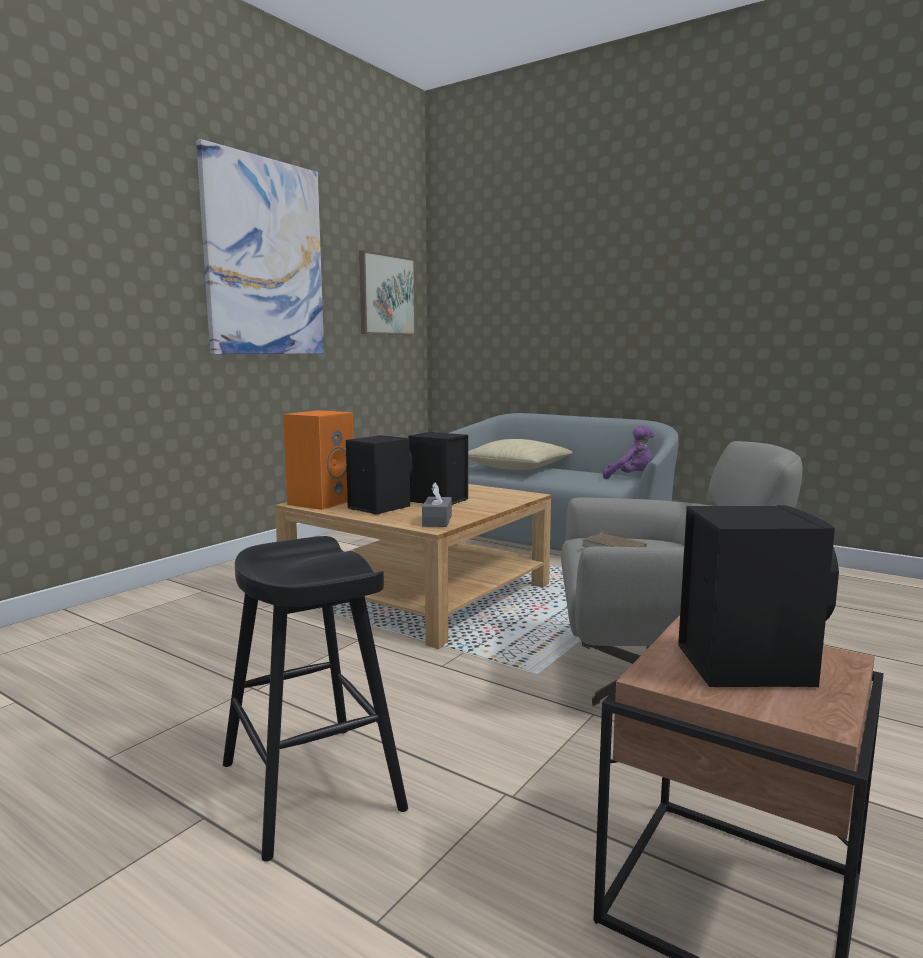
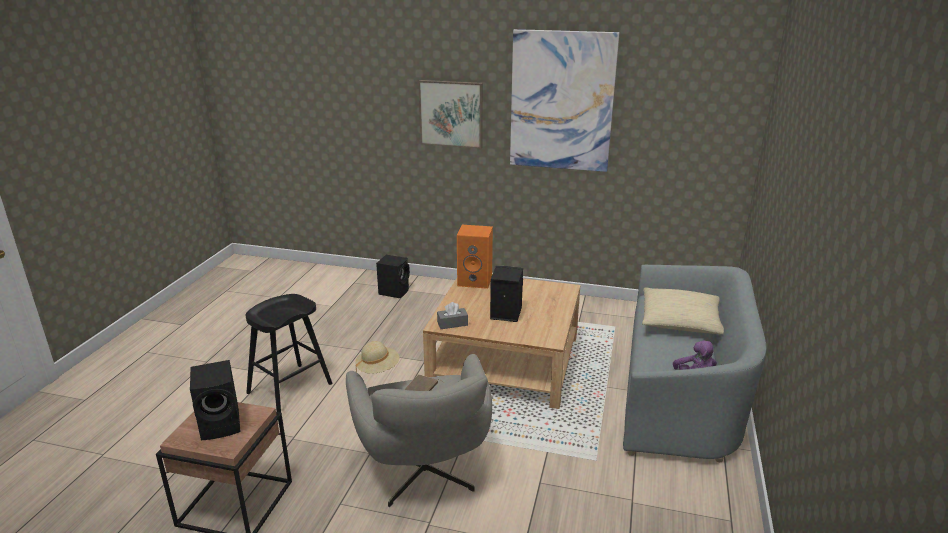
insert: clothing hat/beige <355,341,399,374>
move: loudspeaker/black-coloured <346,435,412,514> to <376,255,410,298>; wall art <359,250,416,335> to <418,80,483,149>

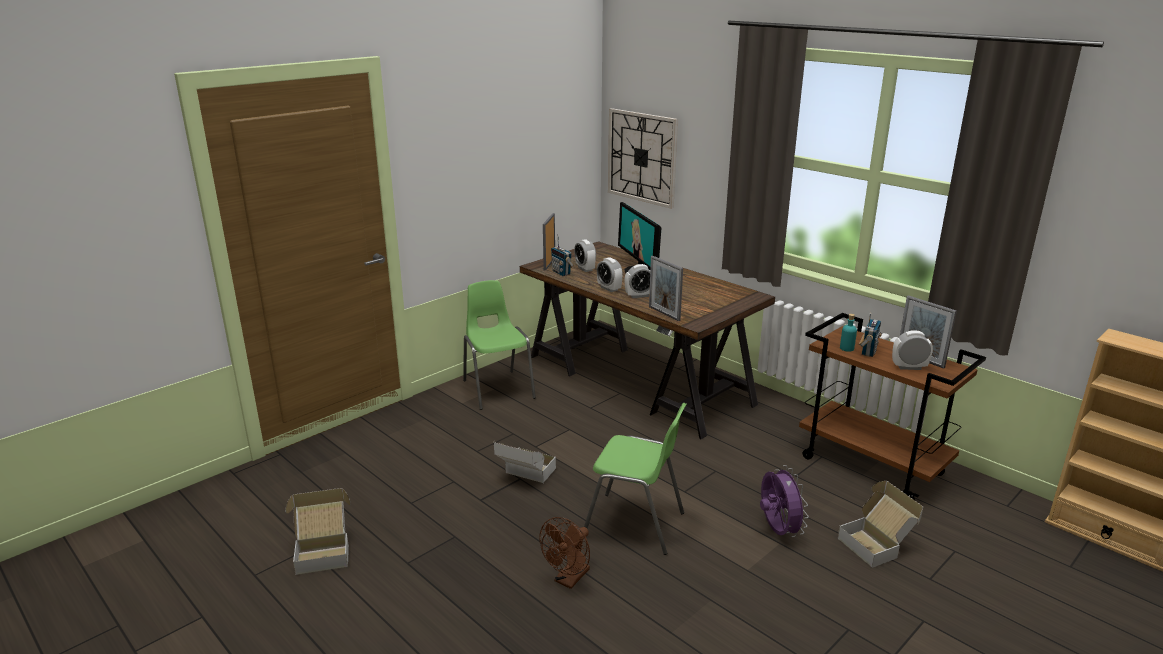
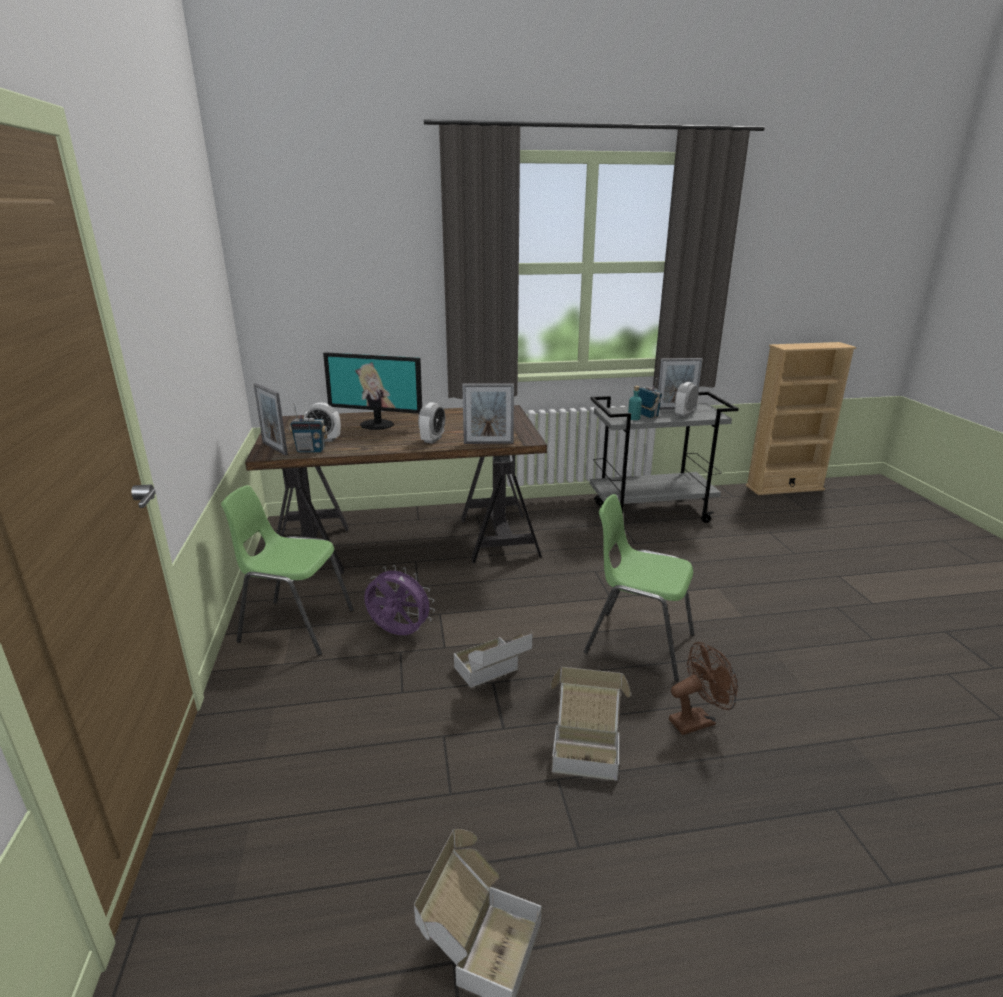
delete: alarm clock <597,257,623,292>; hanging clock <608,108,678,209>
move: fan/purplish <760,465,809,537> to <364,565,435,635>; carton <838,481,923,568> to <550,667,631,781>
recolor: trolley/brown <799,313,986,500> to trolley/gray <590,392,739,523>
rotate: upright chair/green-coloured <584,403,687,555> = <584,494,694,681> 120 degrees counterclockwise; fan/brown <539,517,590,589> = <669,642,738,735> 90 degrees counterclockwise

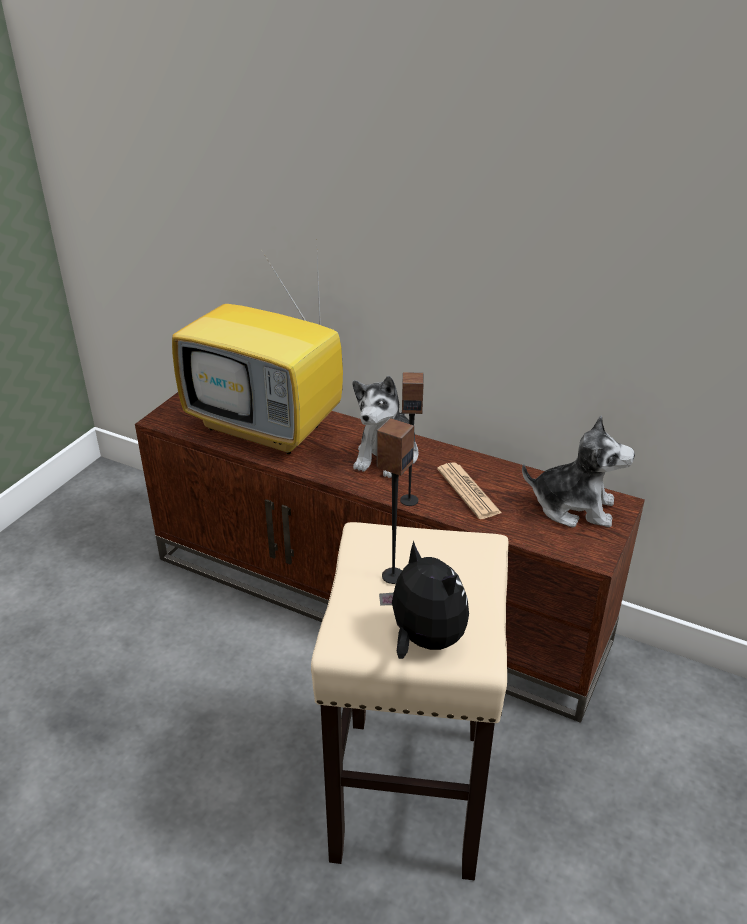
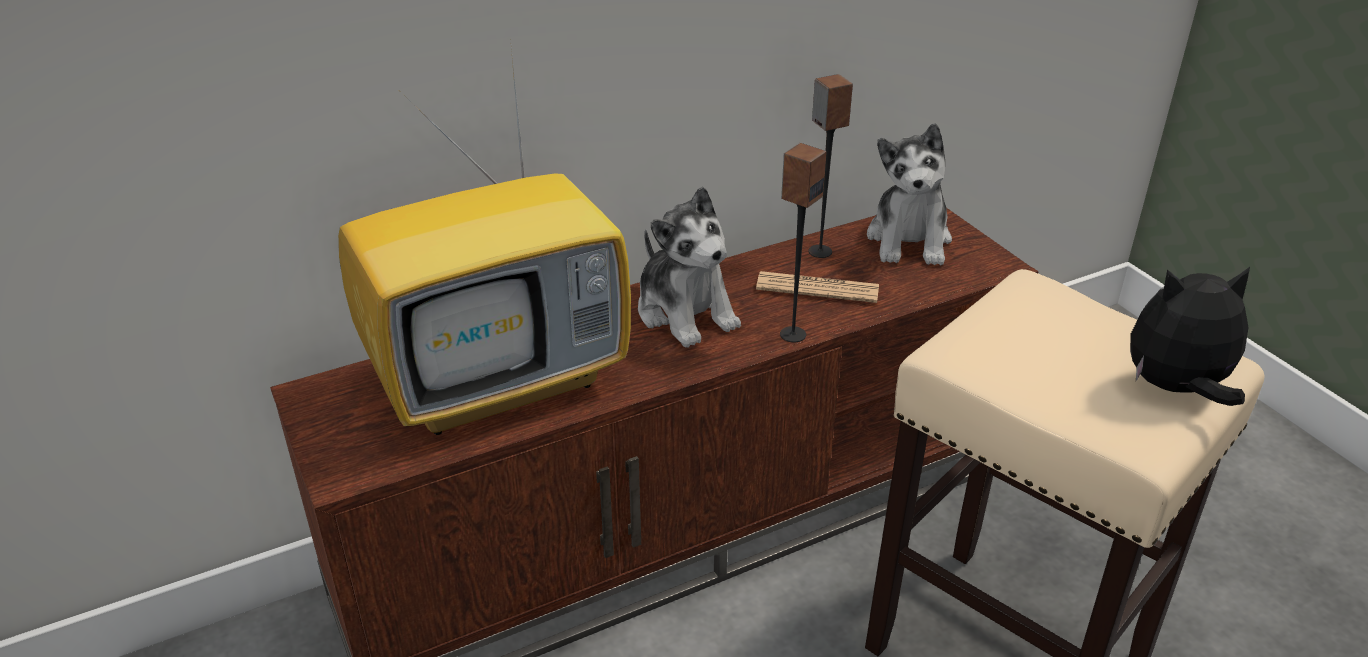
move: loudspeaker <377,418,414,584> to <808,74,853,258>
rotate: cuddly toy <522,416,635,527> = <867,123,952,265> 135 degrees clockwise

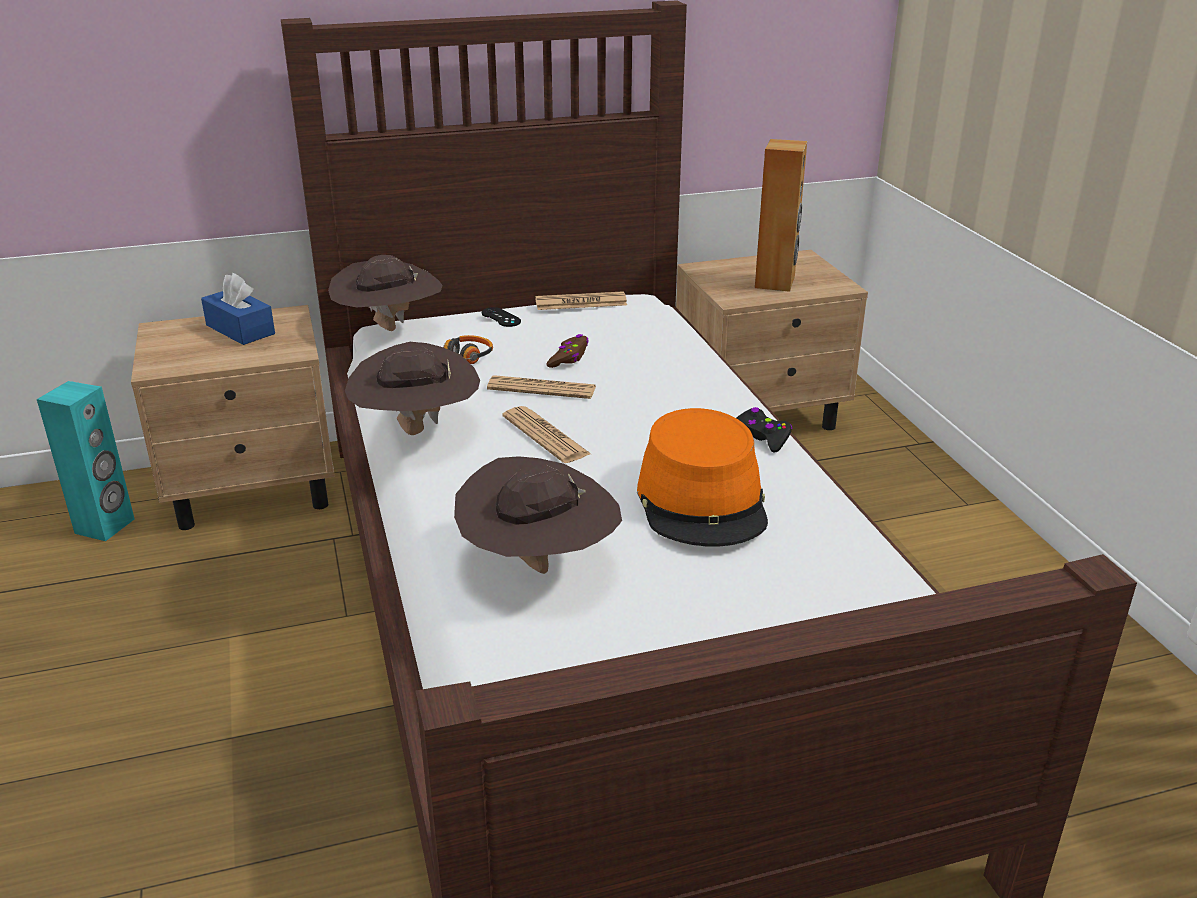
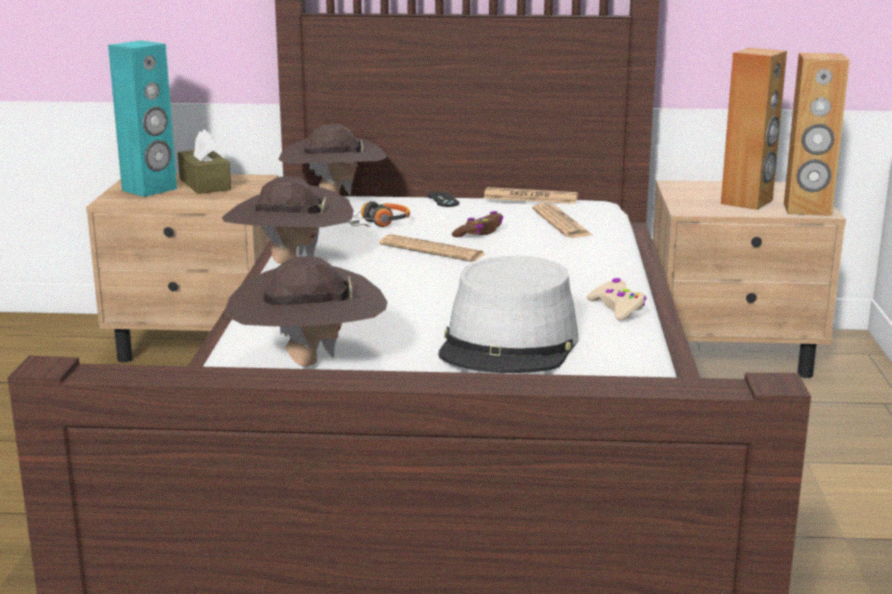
insert: loudspeaker/brown <784,53,850,216>
move: loudspeaker/blue-green <37,381,134,541> to <108,40,177,197>; daily paper <502,406,591,463> to <532,203,592,238>
recolor: tissue box/blue <201,273,275,345> to tissue box/brown <178,129,231,194>; clothing hat/orange <637,408,768,547> to clothing hat/gray <438,256,578,373>; game controller/black-coloured <737,407,793,453> to game controller/beige <587,278,646,321>

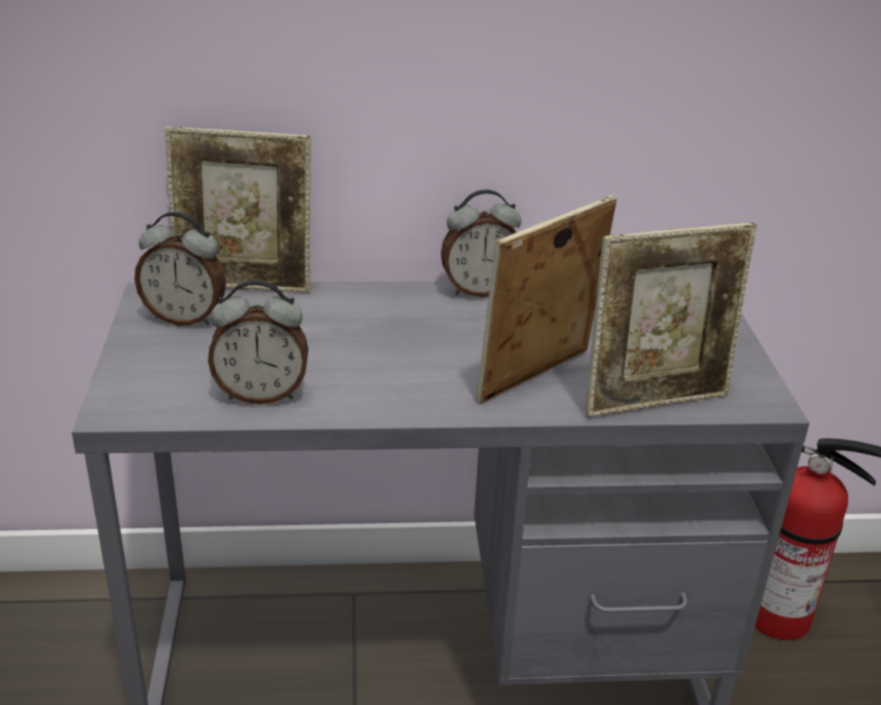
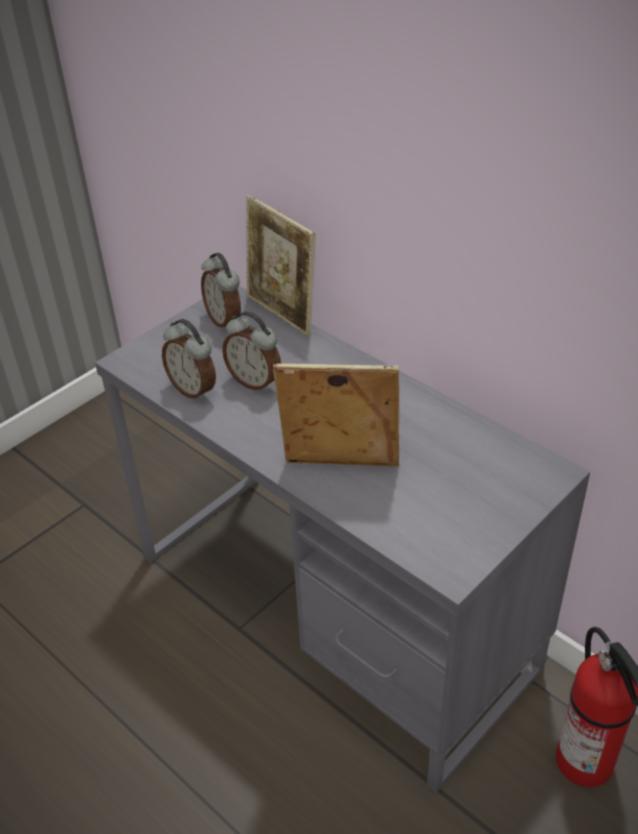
delete: photo frame <585,223,757,417>
move: alarm clock <441,189,521,297> to <222,311,281,392>

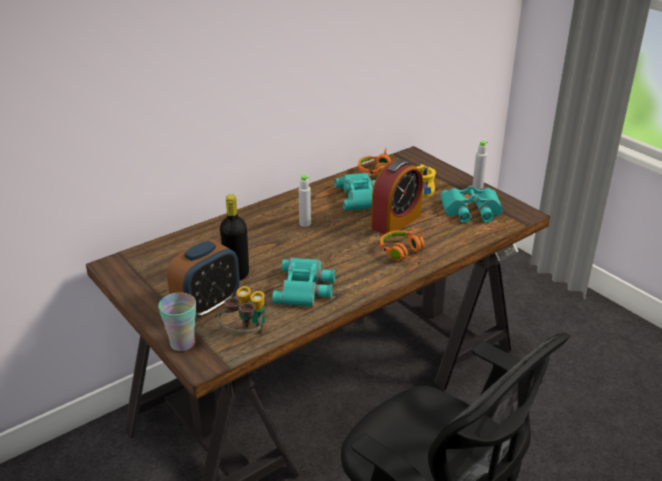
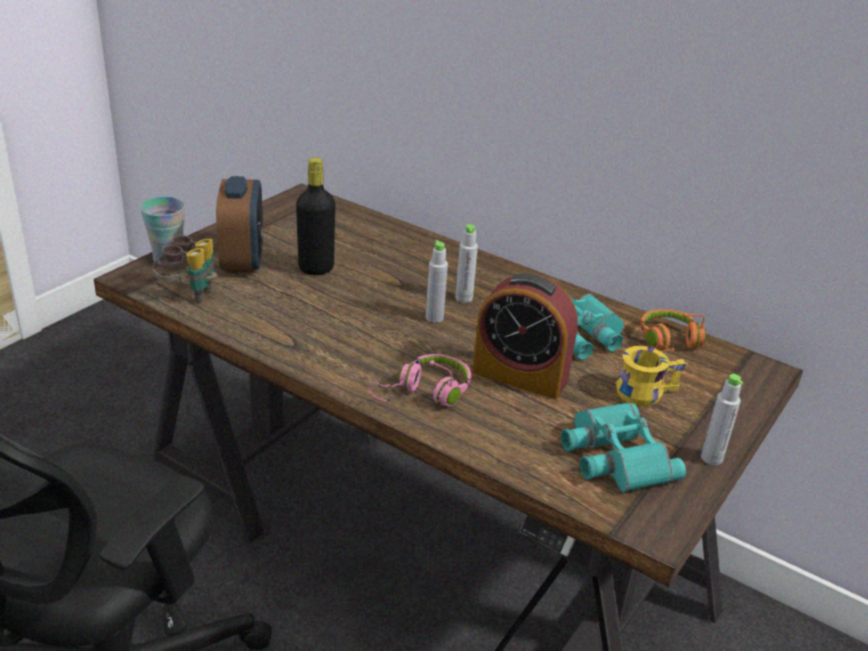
delete: field glasses/blue-green <272,258,335,307>
insert: beverage bottle/gray <426,240,448,323>
recolor: pair of headphones/orange <380,229,425,270> to pair of headphones/pink-coloured <369,354,471,407>
rotate: alarm clock <167,239,240,319> = <216,176,263,273> 120 degrees counterclockwise

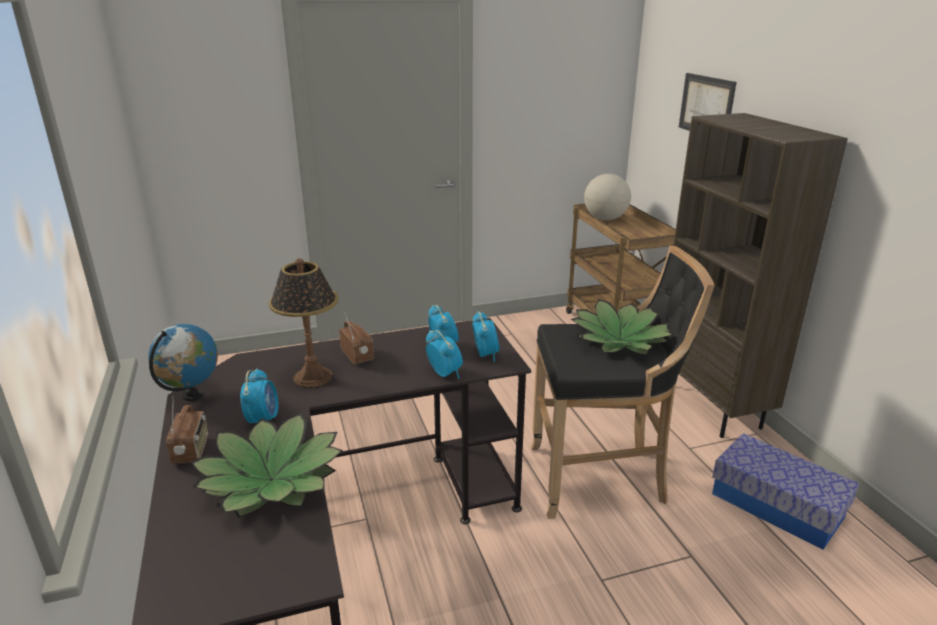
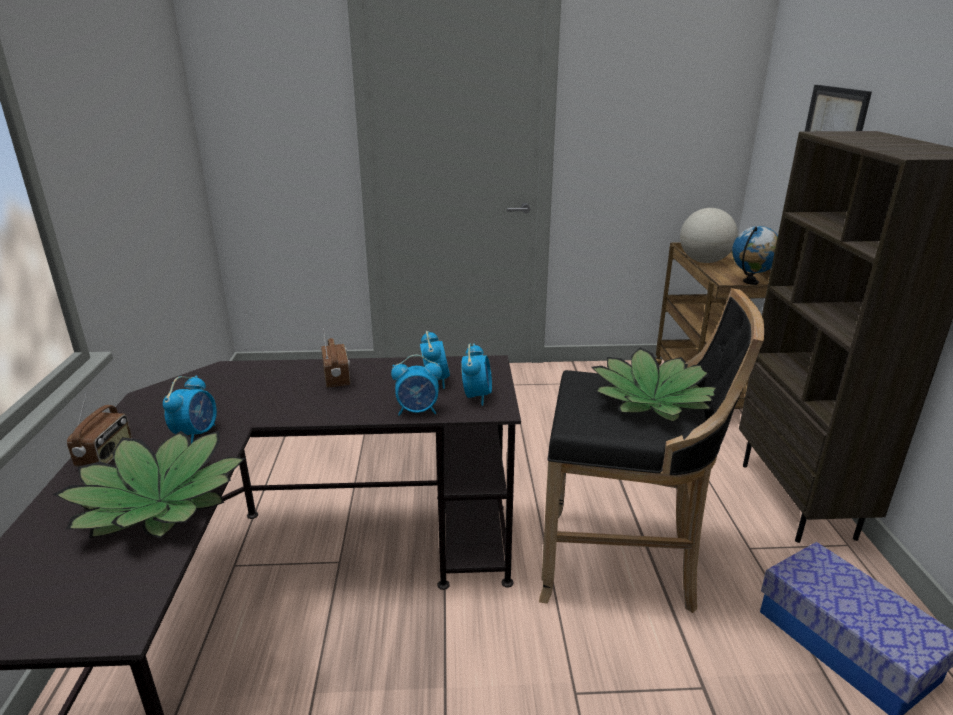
delete: table lamp <269,258,338,388>
move: desk globe <148,324,218,401> to <732,226,778,285>
rotate: alarm clock <426,330,463,379> = <391,355,442,416> 105 degrees clockwise

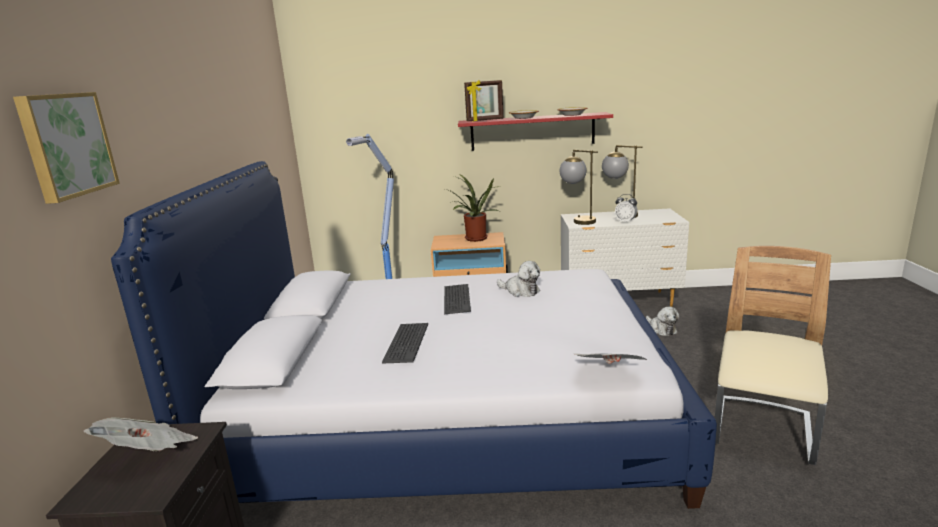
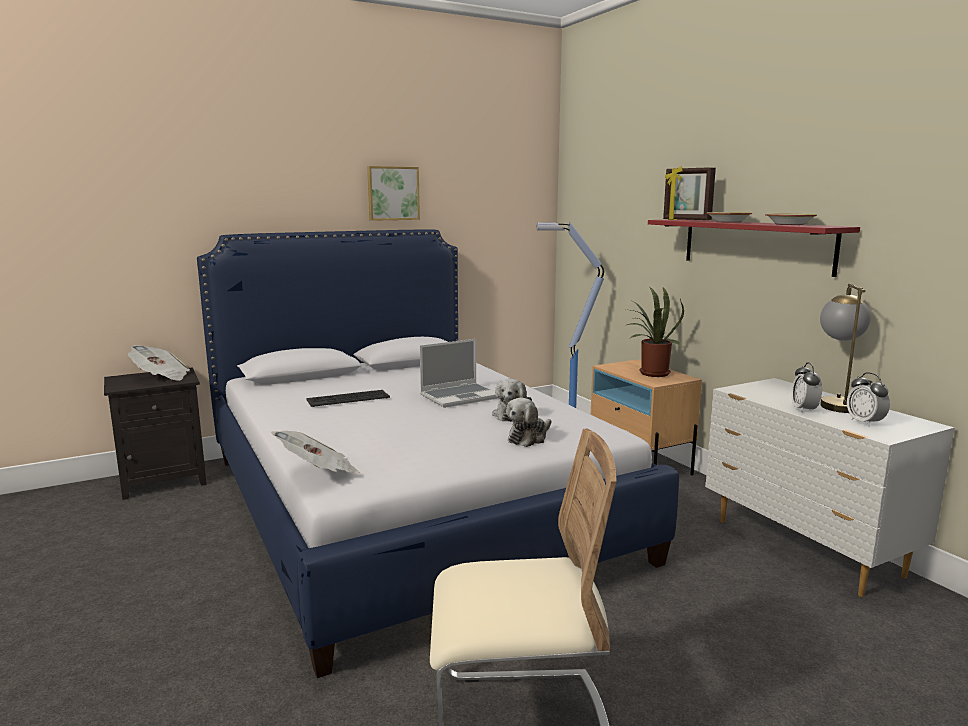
delete: table lamp <560,150,598,225>
insert: alarm clock <847,372,890,427>
move: wall art <13,92,120,204> to <367,166,420,221>; cuddly toy <646,307,679,336> to <506,398,551,447>
replace: PC keyboard <444,284,471,314> to laptop <420,339,497,408>

